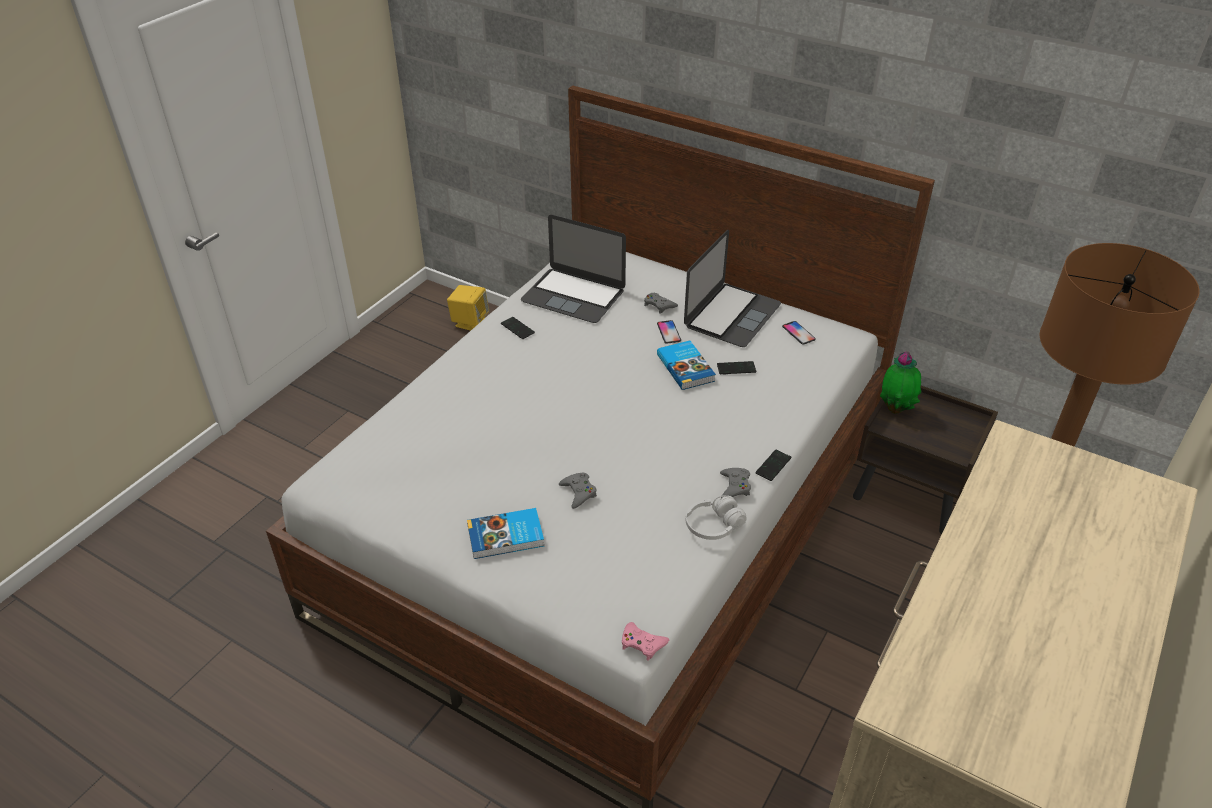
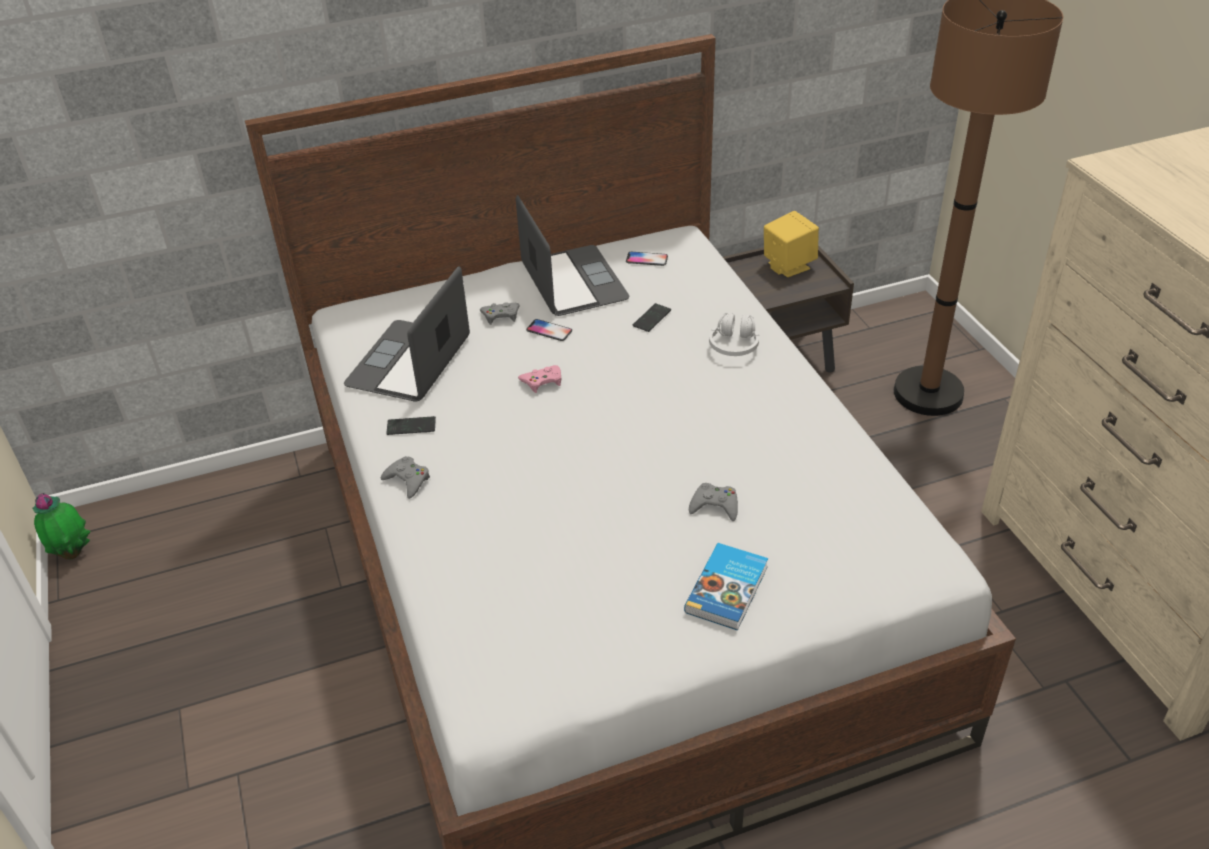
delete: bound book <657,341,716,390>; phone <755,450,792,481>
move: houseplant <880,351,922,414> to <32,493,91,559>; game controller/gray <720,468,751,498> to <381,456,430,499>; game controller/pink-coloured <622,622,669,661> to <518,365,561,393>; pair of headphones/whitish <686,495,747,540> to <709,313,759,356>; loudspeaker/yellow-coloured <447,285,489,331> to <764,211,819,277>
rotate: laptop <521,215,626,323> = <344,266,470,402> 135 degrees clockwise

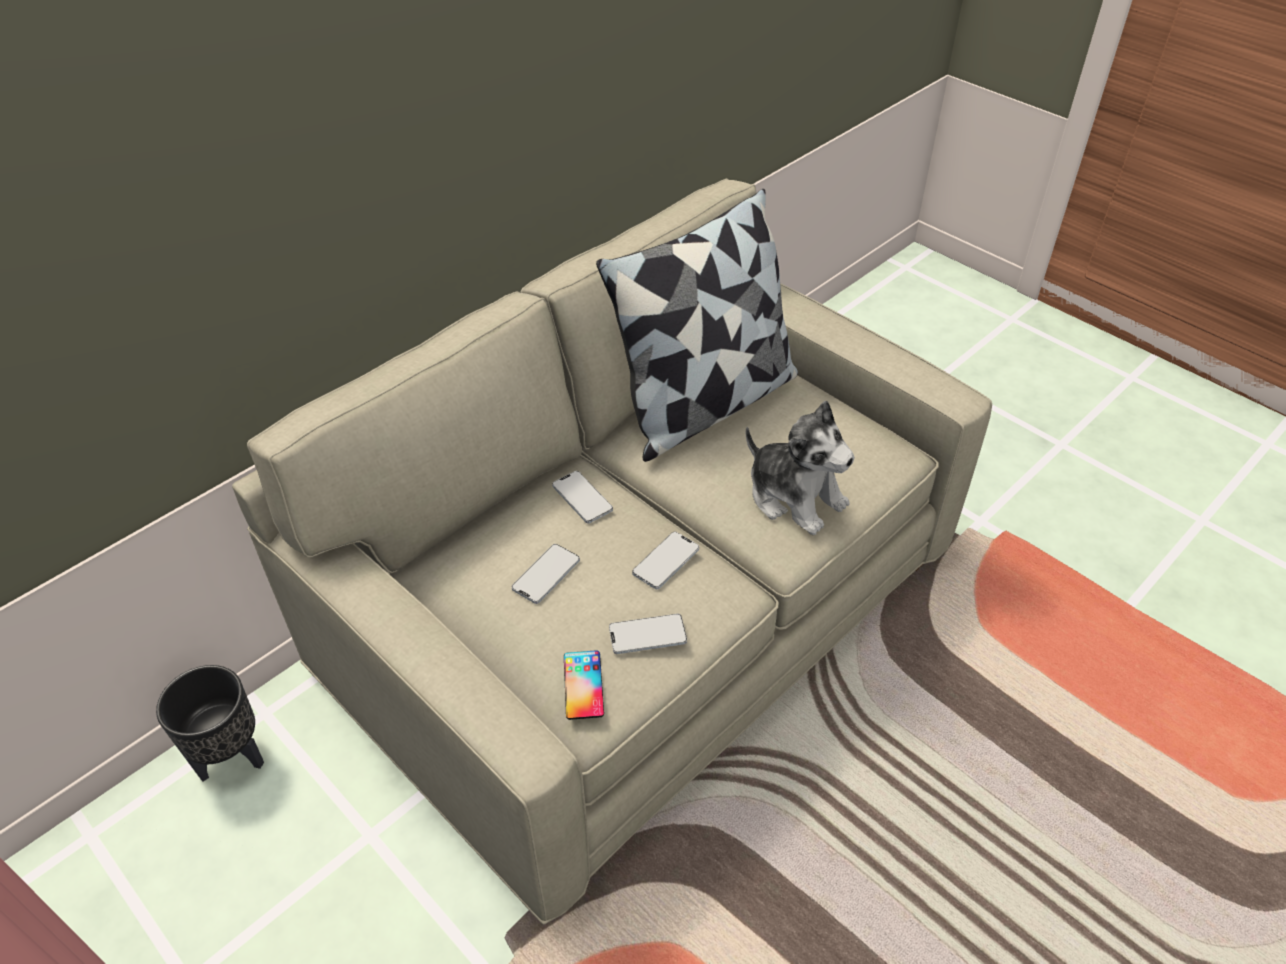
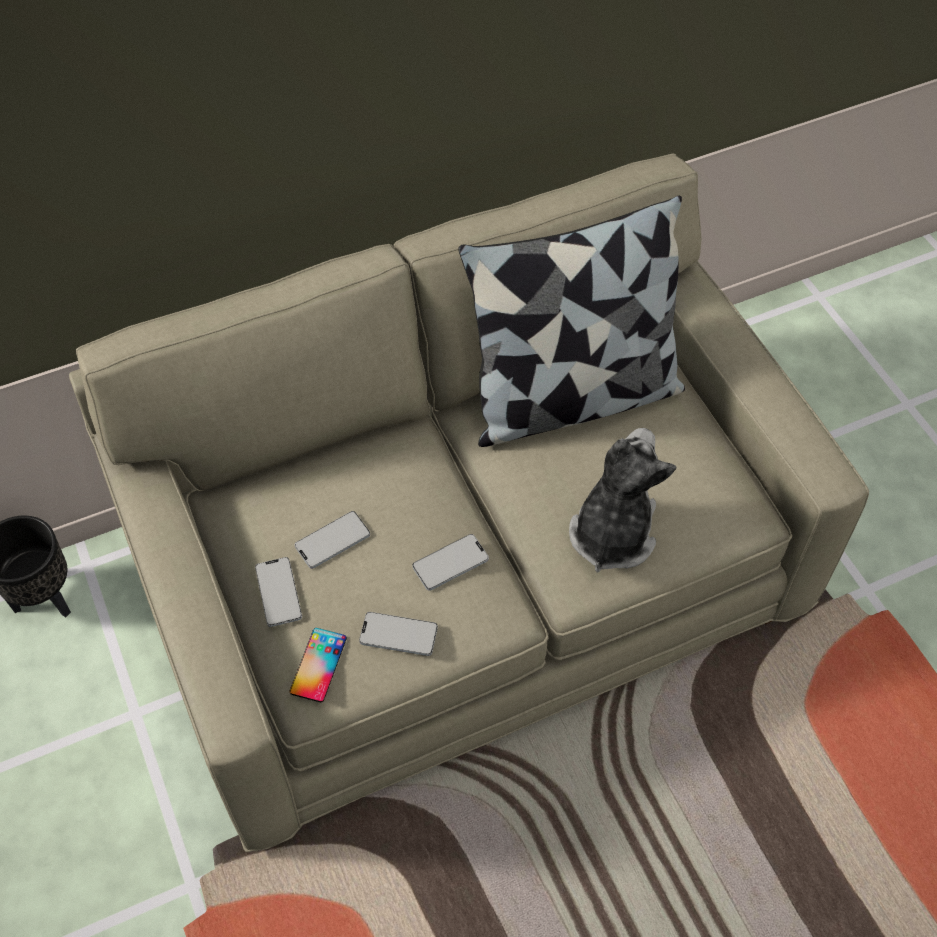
move: phone <552,471,613,524> to <255,557,302,627>
rotate: cuddly toy <746,401,855,535> = <569,428,677,573> 135 degrees counterclockwise

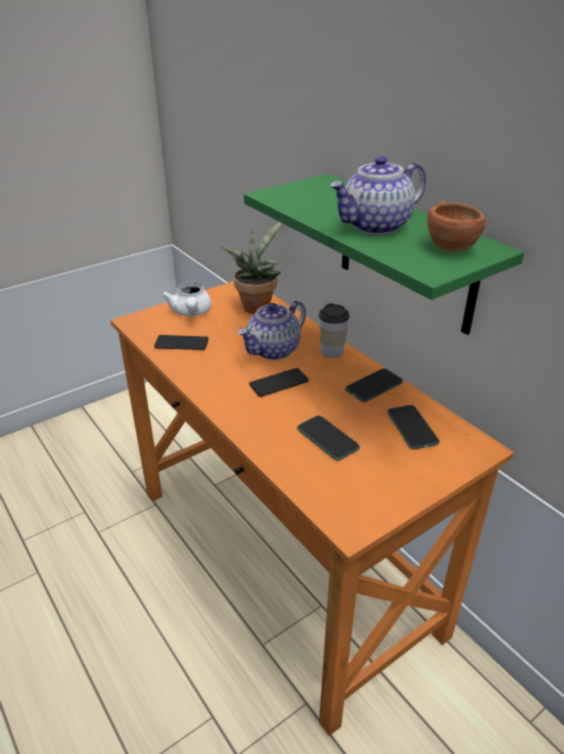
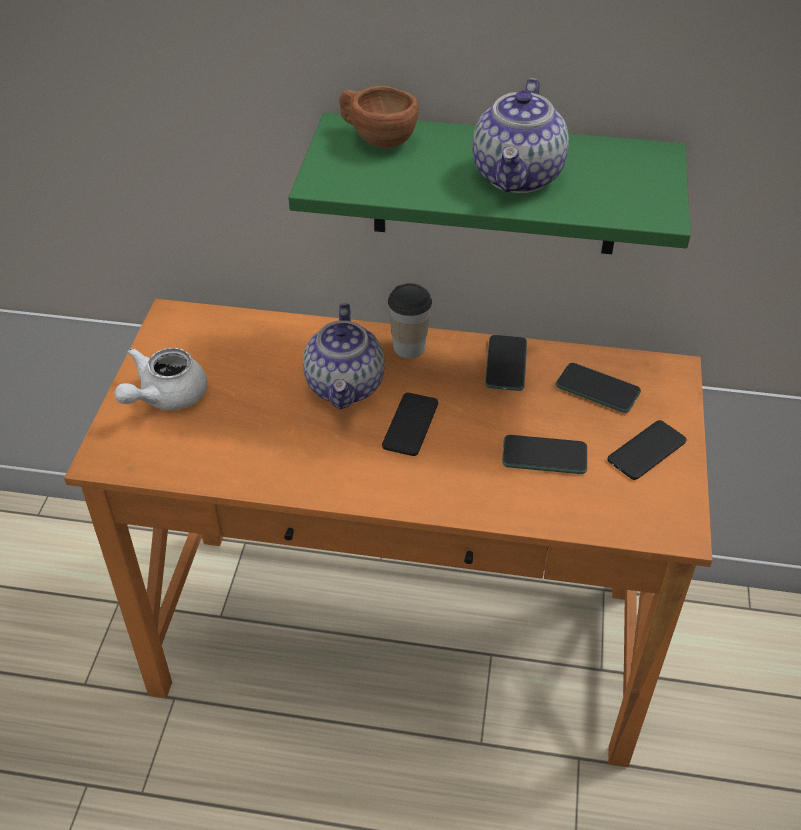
delete: houseplant <221,222,283,314>
move: small cup/brown <427,201,486,252> to <339,86,419,149>; phone <154,335,208,350> to <607,420,686,480>
rotate: tea pot/whitish <161,282,212,316> = <114,348,207,410> 90 degrees clockwise

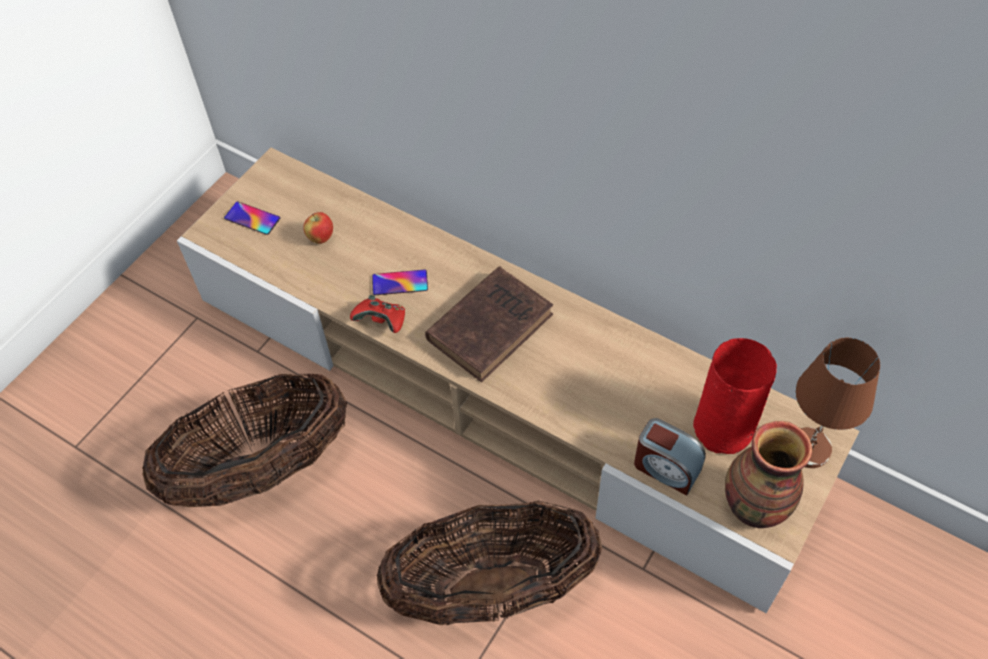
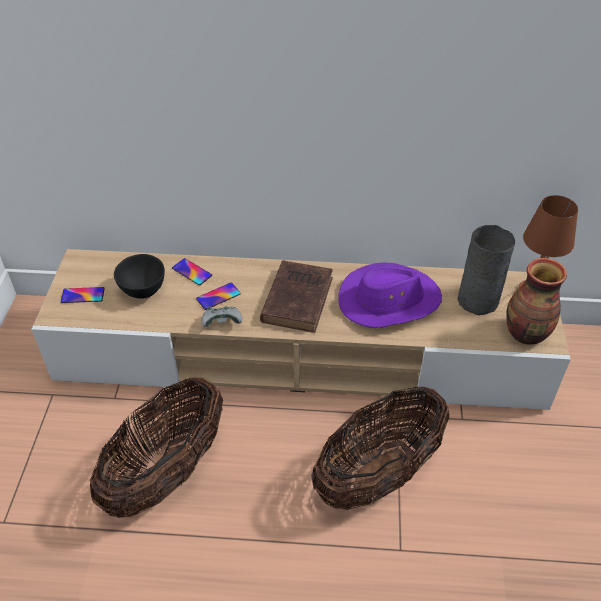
delete: alarm clock <634,418,706,496>
insert: phone <172,258,212,285>; clothing hat/purplish <338,263,442,328>
replace: apple fruit <303,212,333,244> to deep dish/black-coloured <114,254,165,299>
recolor: game controller/red <350,295,405,333> to game controller/gray <201,306,242,327>; flower vase/red <693,338,777,454> to flower vase/gray <458,225,515,315>

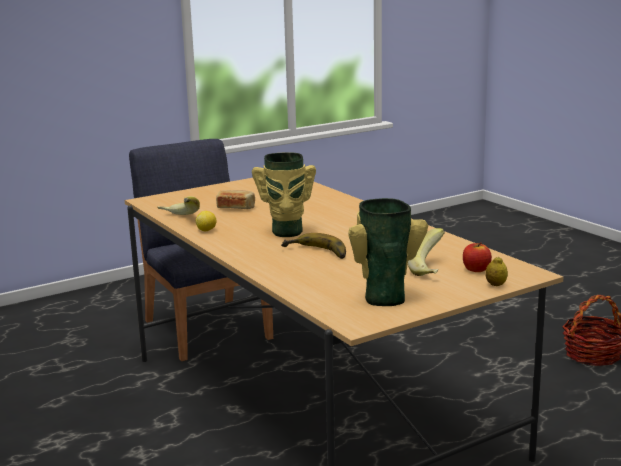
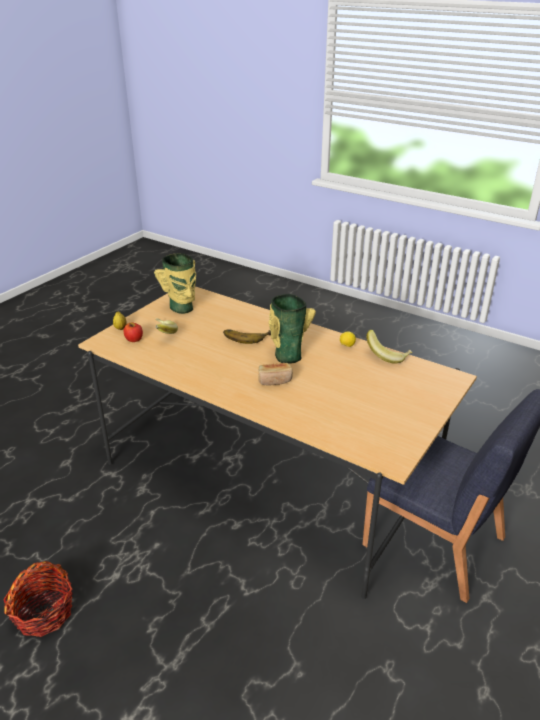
move: baked bread <216,190,255,209> to <258,363,293,385>

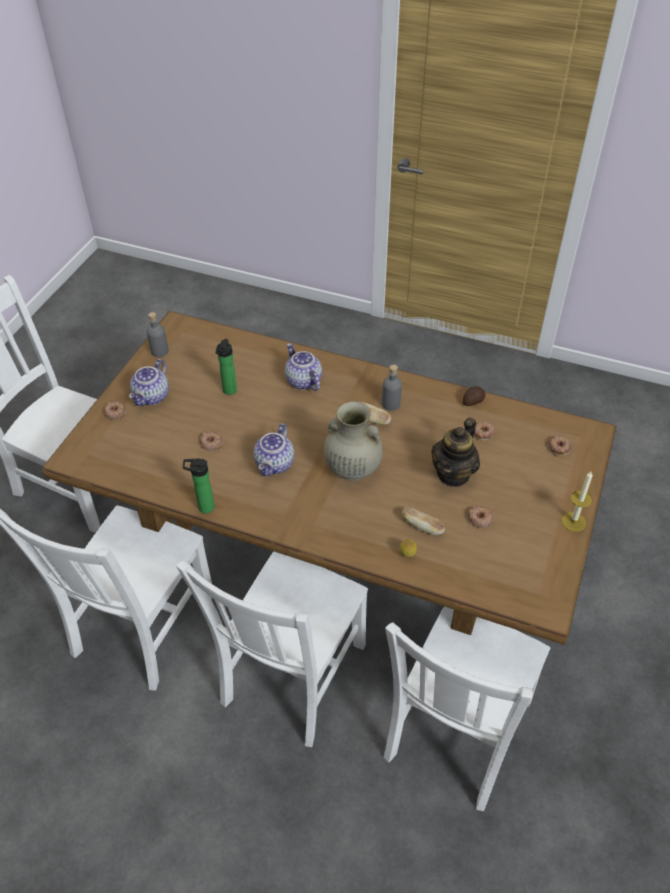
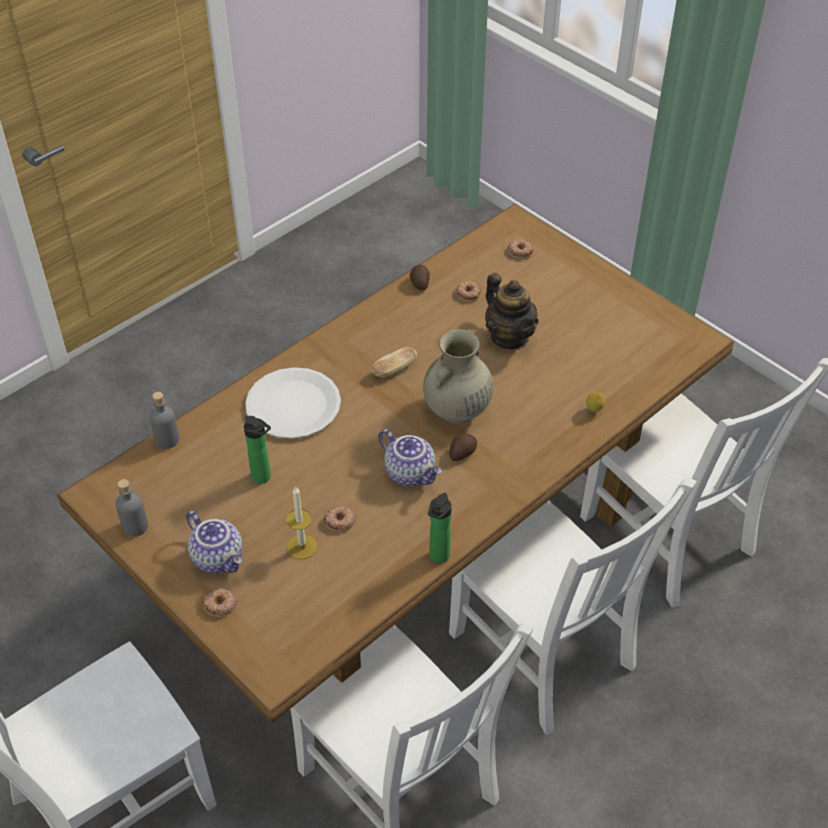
delete: baked bread <402,507,445,535>; ring doughnut <468,506,493,528>
insert: whole potato <449,433,477,461>
move: beverage bottle/gray <382,365,402,411> to <149,392,179,449>; wax candle <562,472,593,532> to <286,486,317,559>
replace: tea pot <285,343,322,391> to flat dish/whitish <245,367,341,439>

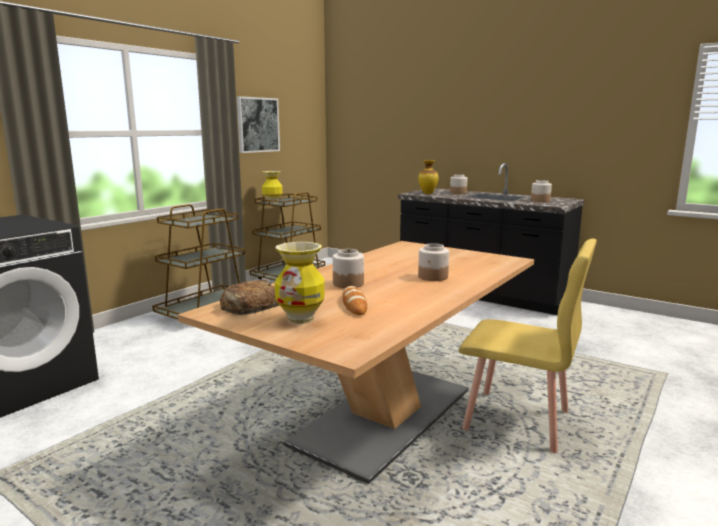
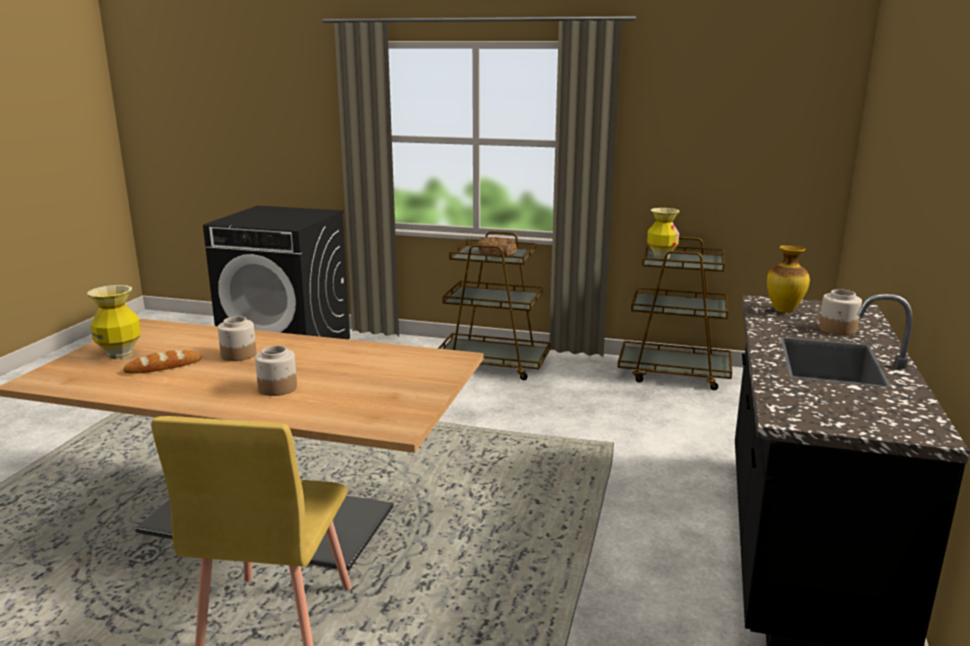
delete: wall art <237,96,280,153>; jar <531,180,552,202>
move: baked bread <220,279,279,315> to <478,237,517,256>

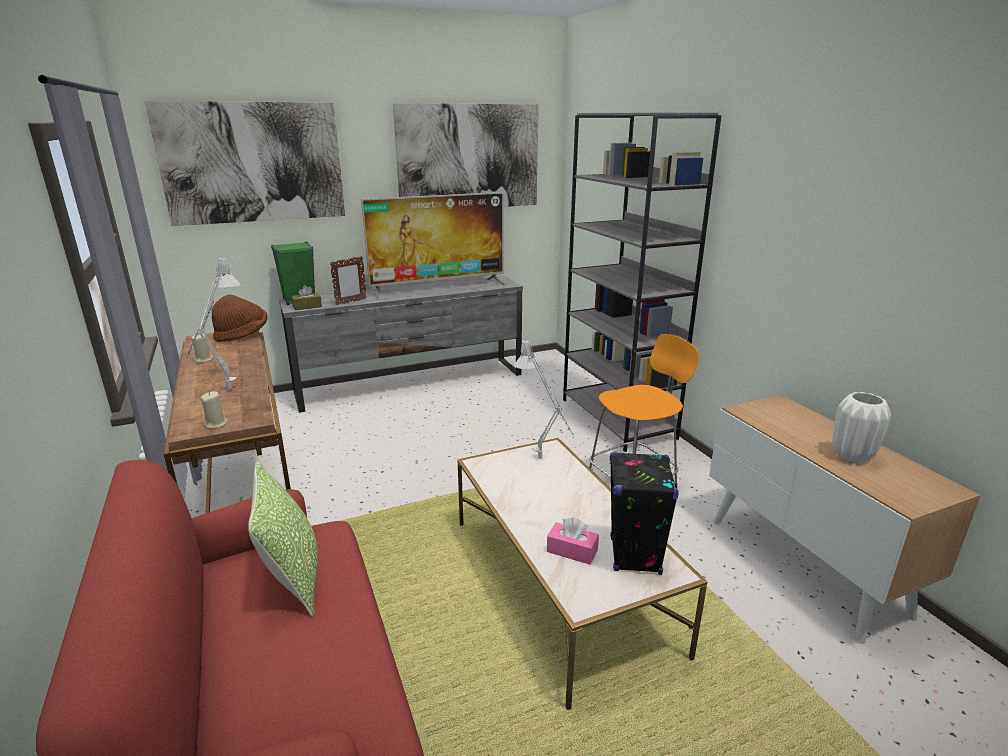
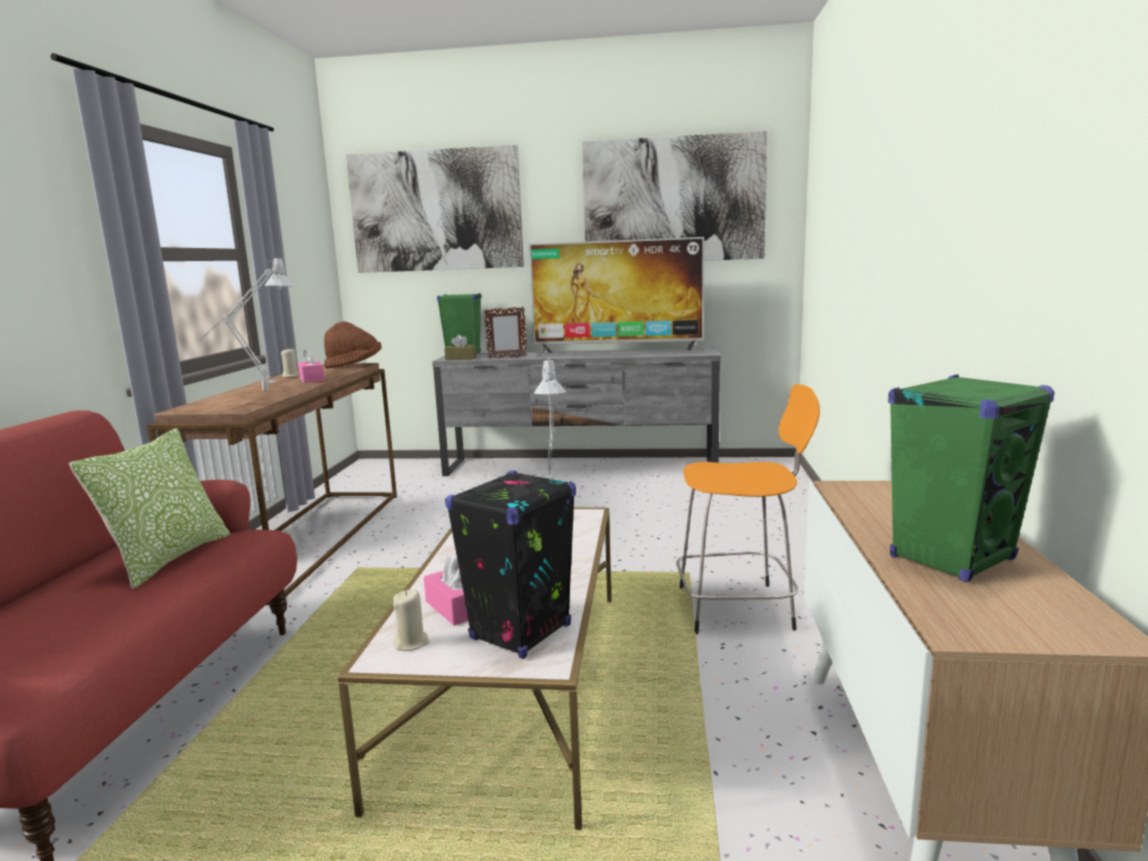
delete: shelving unit/gray <563,112,722,452>
insert: tissue box/pink-coloured <298,348,325,383>
move: wax candle/beige <201,391,228,429> to <393,590,429,651>
replace: flower vase/whitish <832,392,892,463> to loudspeaker/green-coloured <888,374,1055,582>

